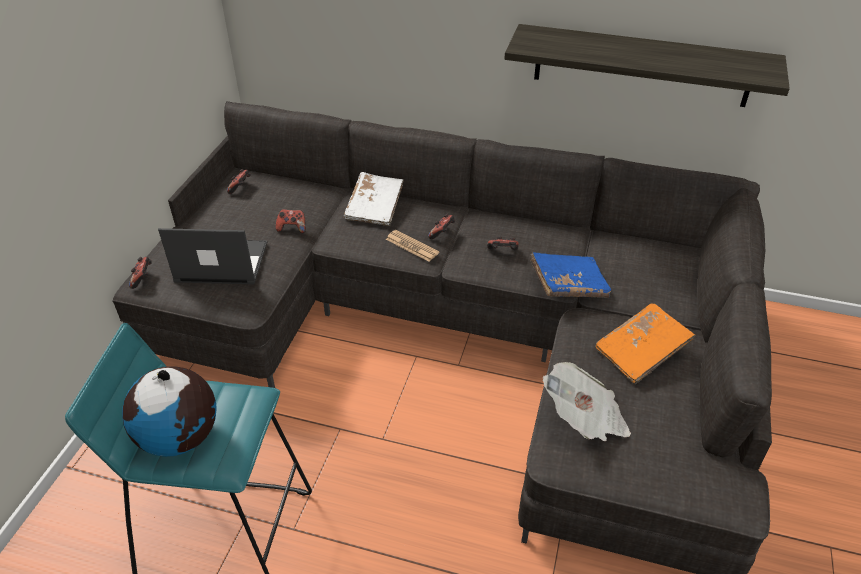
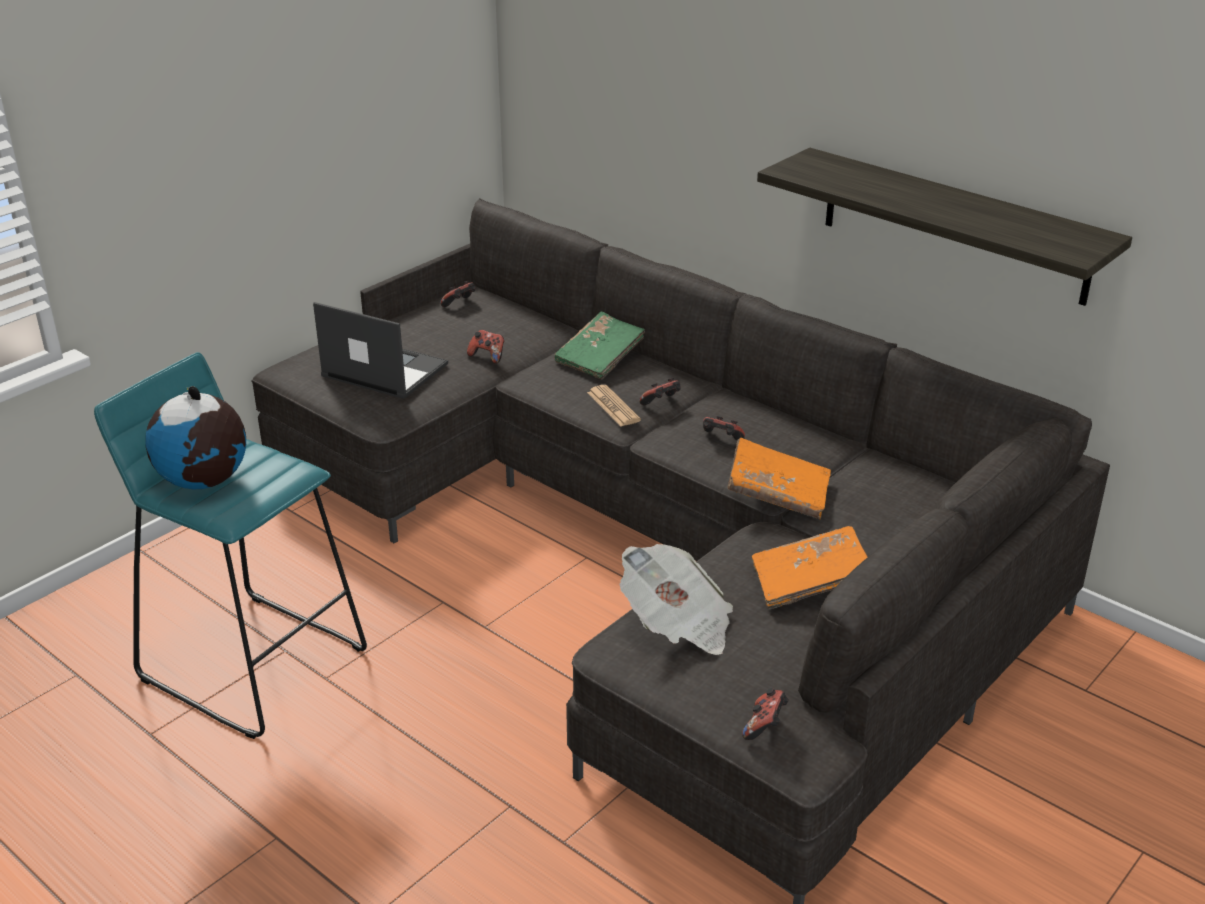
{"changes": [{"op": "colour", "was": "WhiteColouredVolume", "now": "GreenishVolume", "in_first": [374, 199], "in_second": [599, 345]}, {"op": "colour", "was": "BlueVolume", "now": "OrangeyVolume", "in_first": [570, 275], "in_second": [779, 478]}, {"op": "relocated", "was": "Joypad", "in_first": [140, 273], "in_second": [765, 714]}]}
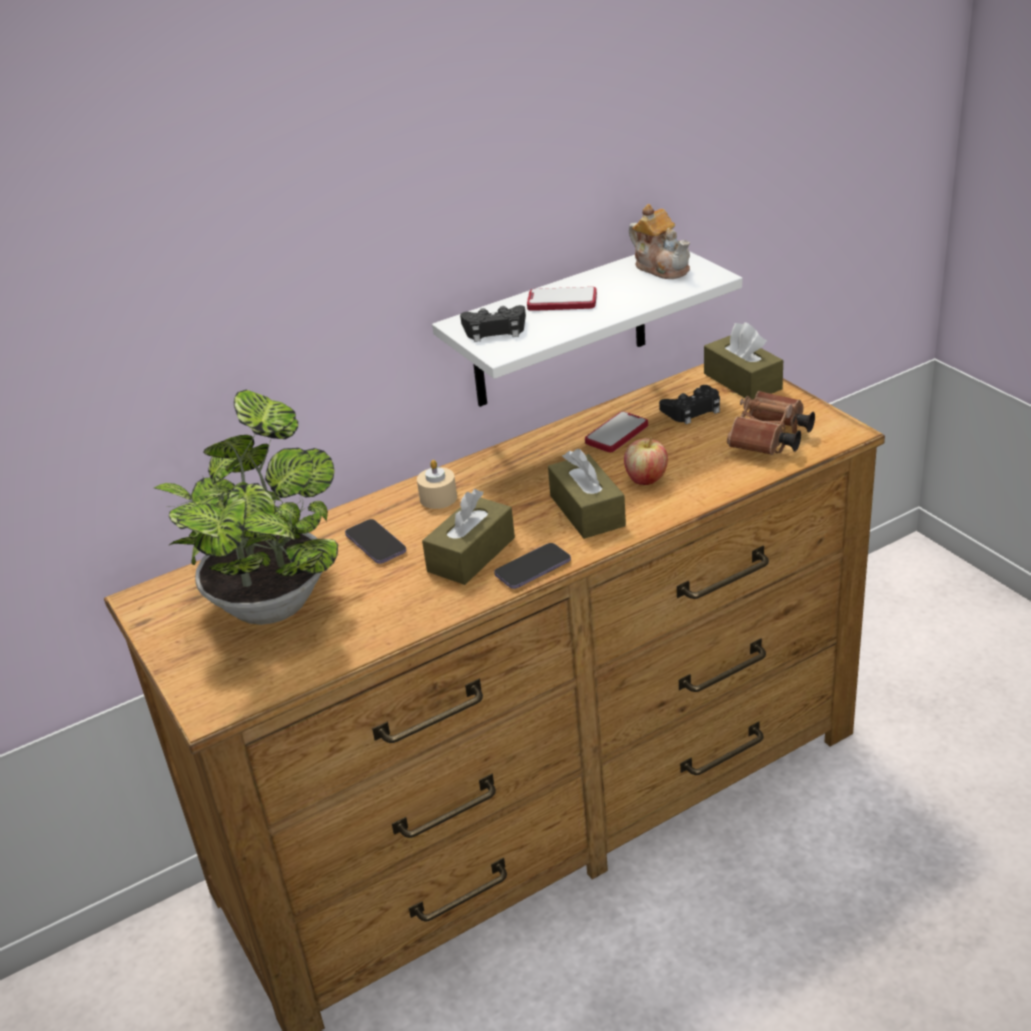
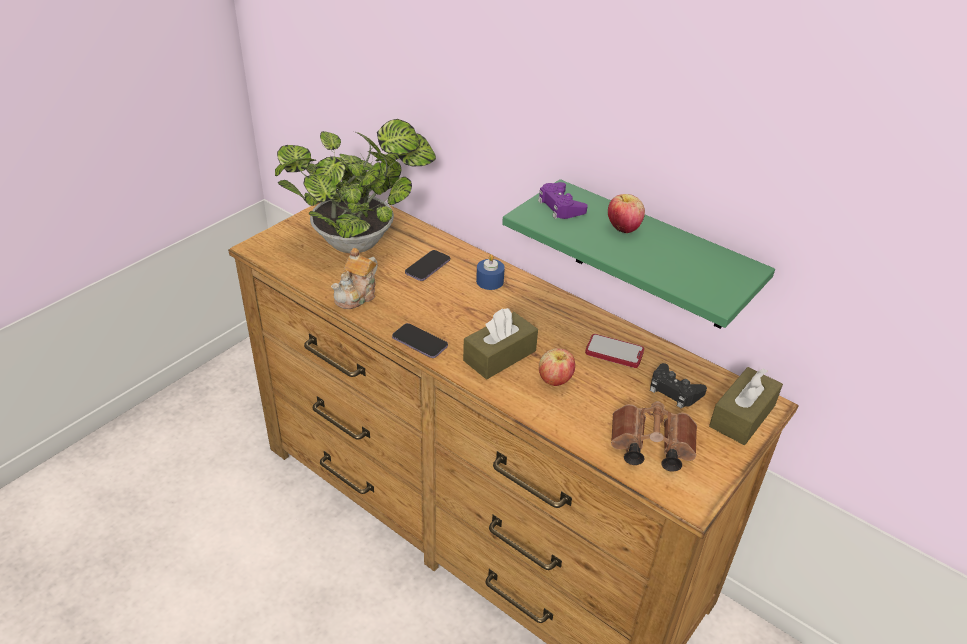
{"changes": [{"op": "relocated", "was": "PotForTea", "in_first": [659, 241], "in_second": [354, 278]}, {"op": "colour", "was": "SandColouredWaxCandle", "now": "BlueWaxCandle", "in_first": [437, 484], "in_second": [490, 272]}, {"op": "colour", "was": "WhiteColouredBracketShelf", "now": "GreenishBracketShelf", "in_first": [587, 329], "in_second": [638, 254]}, {"op": "colour", "was": "BlackJoypad", "now": "PurpleColouredJoypad", "in_first": [493, 323], "in_second": [563, 200]}, {"op": "exchanged", "was": "Phone", "now": "AppleFruit", "in_first": [562, 299], "in_second": [626, 213]}, {"op": "missing", "was": "BrownishTissueBox", "in_first": [468, 537]}]}
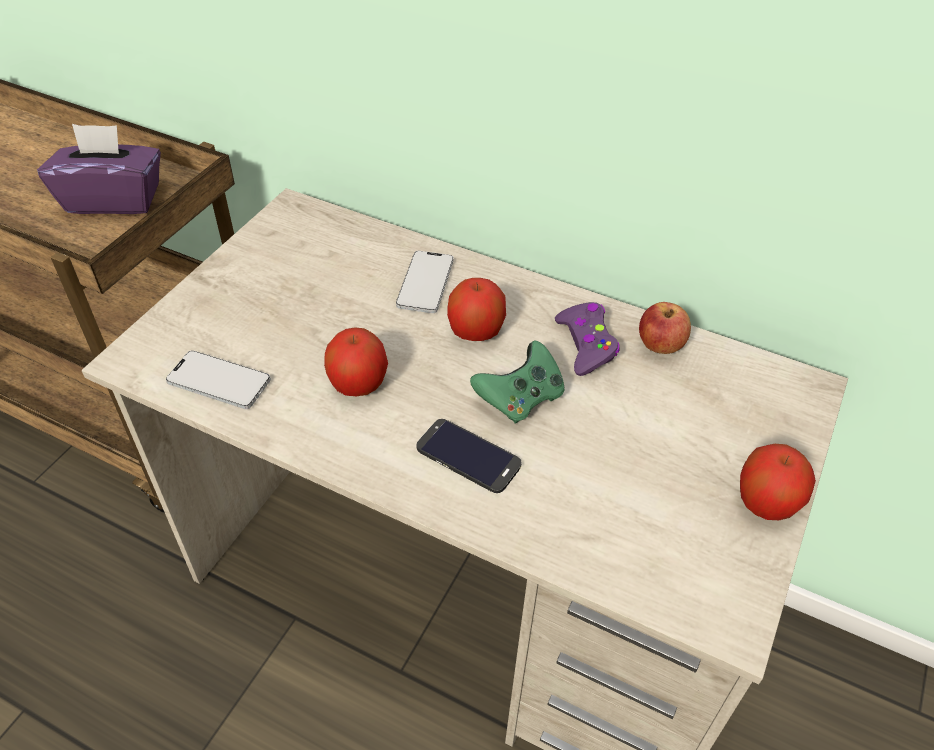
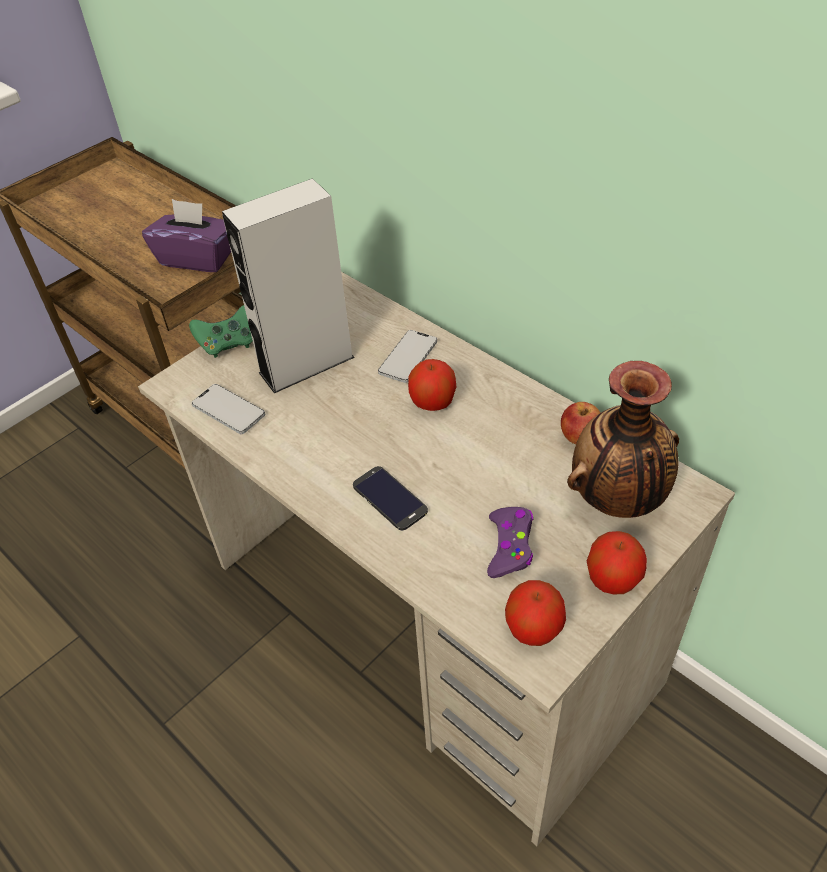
{"changes": [{"op": "relocated", "was": "GreenishJoypad", "in_first": [517, 382], "in_second": [221, 331]}, {"op": "appeared", "now": "GreyAudioSpeaker", "in_second": [288, 285]}, {"op": "relocated", "was": "PurpleColouredJoypad", "in_first": [587, 339], "in_second": [510, 542]}, {"op": "relocated", "was": "AppleFruit", "in_first": [356, 362], "in_second": [535, 613]}, {"op": "appeared", "now": "FlowerVase", "in_second": [623, 439]}]}
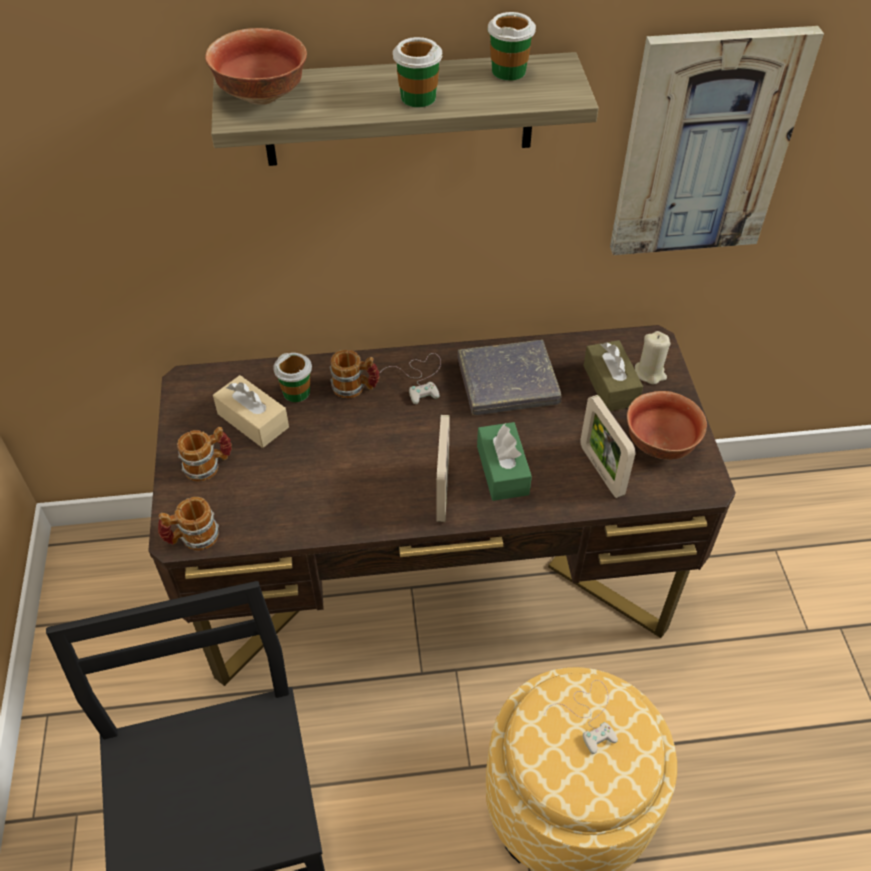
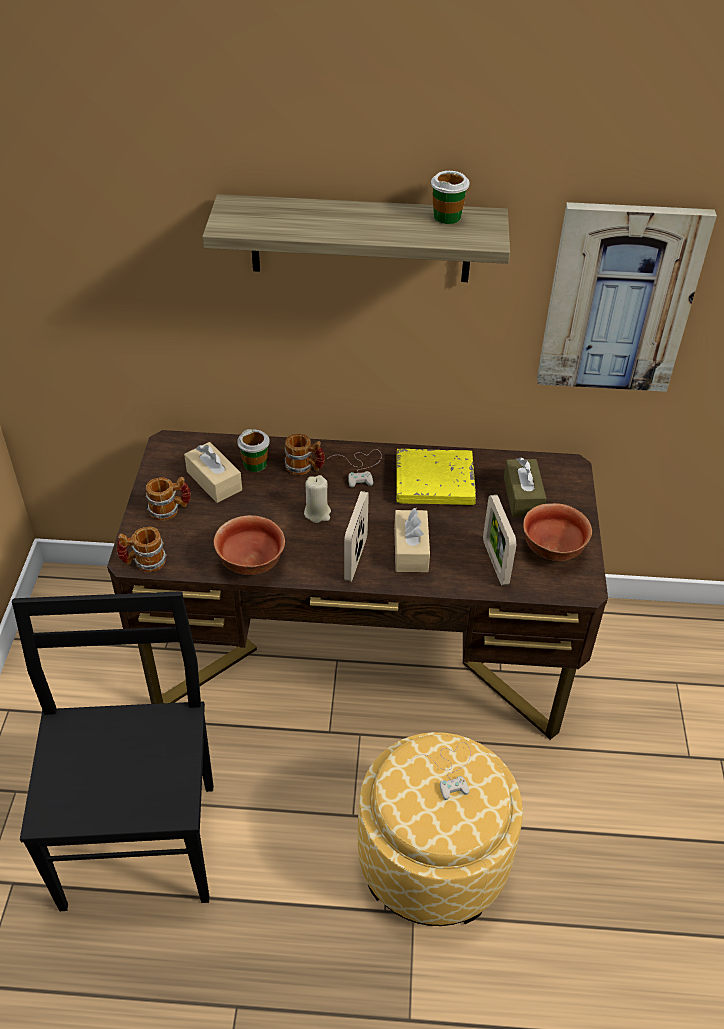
{"changes": [{"op": "relocated", "was": "Bowl", "in_first": [256, 66], "in_second": [249, 545]}, {"op": "relocated", "was": "SandColouredWaxCandle", "in_first": [652, 358], "in_second": [317, 499]}, {"op": "colour", "was": "GreenishTissueBox", "now": "SandColouredTissueBox", "in_first": [504, 461], "in_second": [412, 540]}, {"op": "colour", "was": "GreyVolume", "now": "YellowColouredVolume", "in_first": [510, 377], "in_second": [436, 477]}, {"op": "missing", "was": "Cup", "in_first": [417, 72]}]}
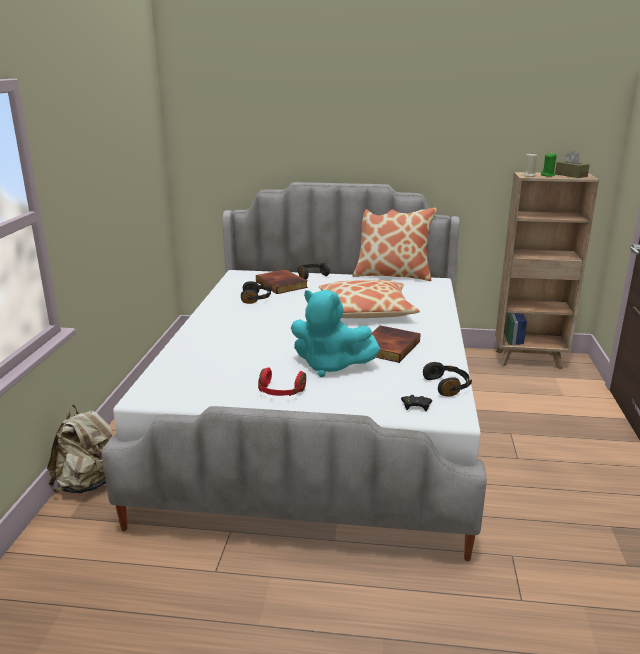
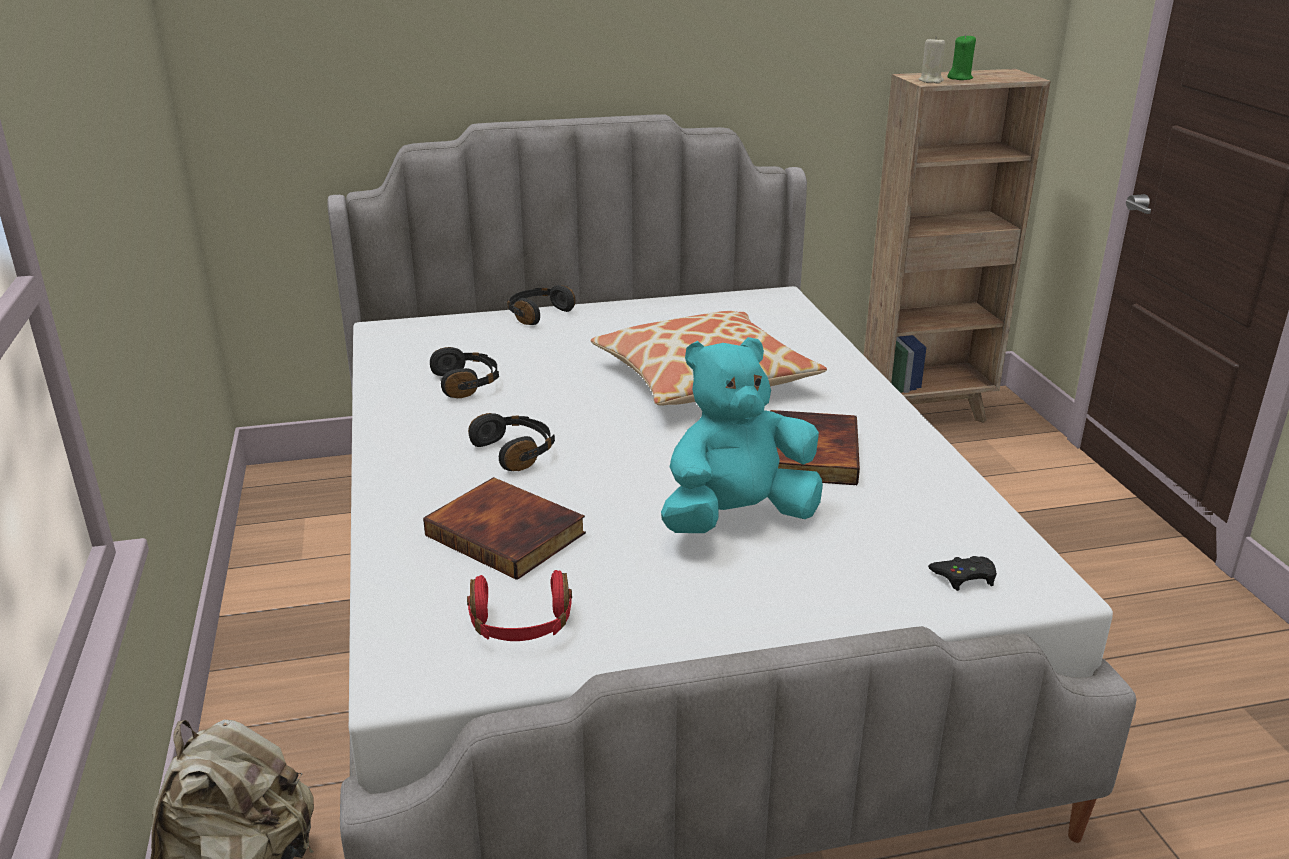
{"changes": [{"op": "relocated", "was": "Volume", "in_first": [282, 281], "in_second": [504, 528]}, {"op": "relocated", "was": "RedPairOfHeadphones", "in_first": [282, 381], "in_second": [519, 605]}, {"op": "relocated", "was": "BlackPairOfHeadphones", "in_first": [447, 379], "in_second": [511, 442]}, {"op": "spun", "was": "TurquoiseColouredPlushToy", "in_first": [335, 333], "in_second": [742, 435], "clockwise": 150}, {"op": "missing", "was": "ThrowPillow", "in_first": [394, 244]}, {"op": "missing", "was": "BrownishTissueBox", "in_first": [572, 164]}]}
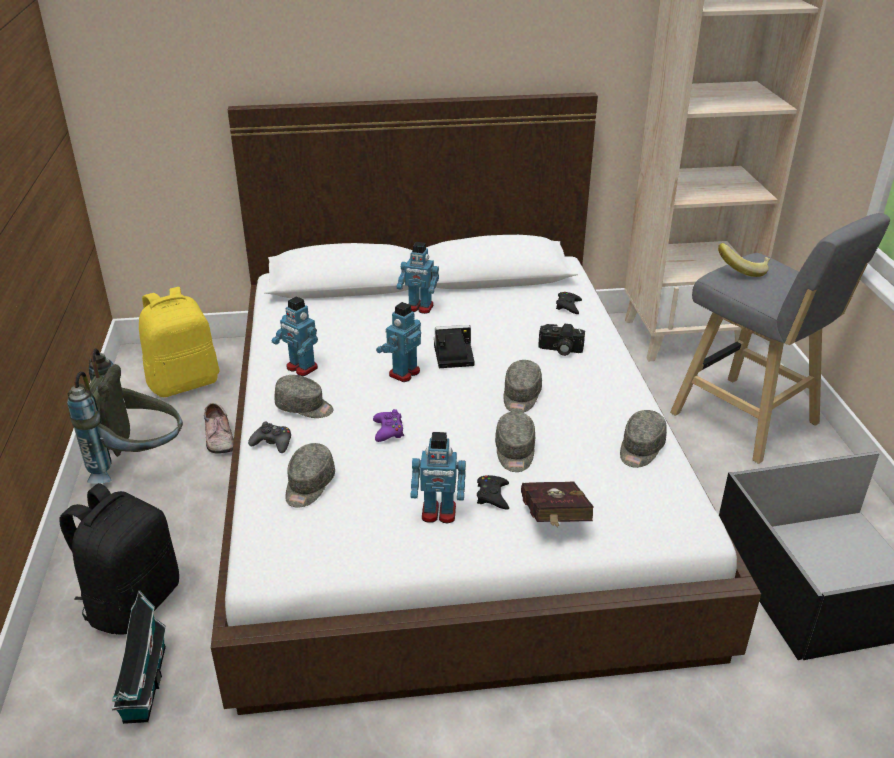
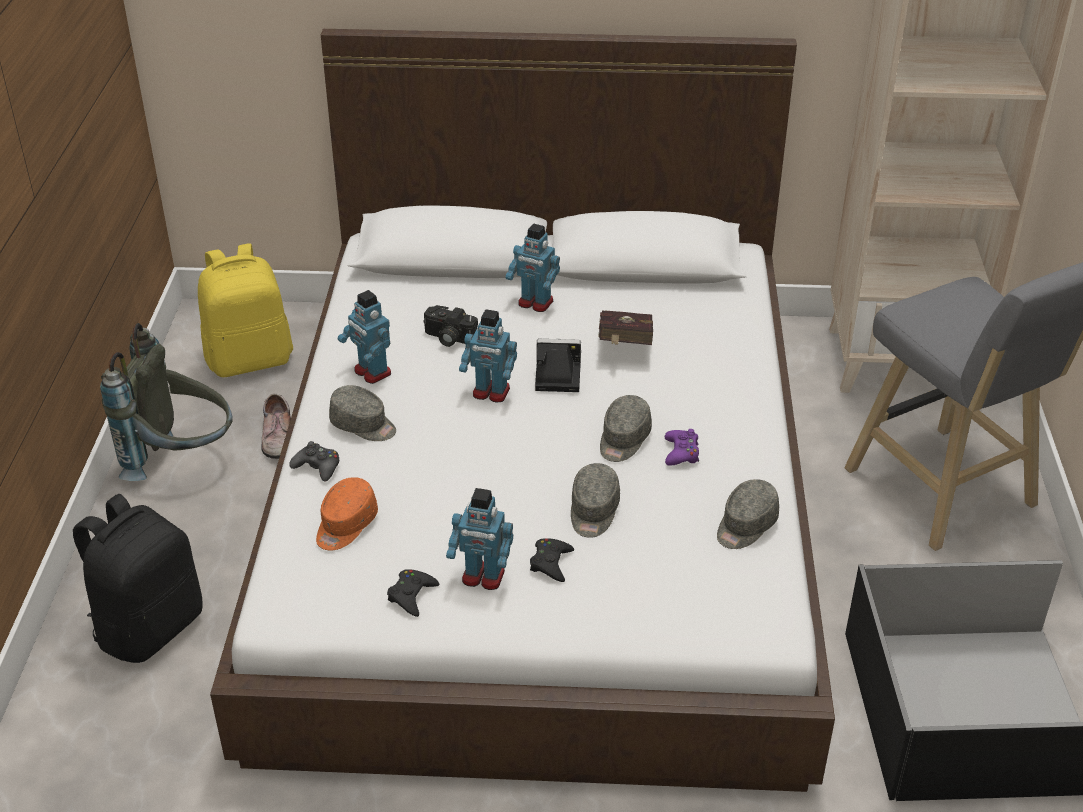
{"changes": [{"op": "colour", "was": "GreyPeakedCap", "now": "OrangeyPeakedCap", "in_first": [310, 475], "in_second": [347, 514]}, {"op": "relocated", "was": "BlackJoypad", "in_first": [569, 303], "in_second": [413, 593]}, {"op": "relocated", "was": "StillCamera", "in_first": [561, 340], "in_second": [450, 326]}, {"op": "spun", "was": "ToyRobot", "in_first": [398, 342], "in_second": [488, 356], "clockwise": -120}, {"op": "relocated", "was": "RedVolume", "in_first": [557, 504], "in_second": [625, 327]}, {"op": "relocated", "was": "PurpleColouredJoypad", "in_first": [388, 425], "in_second": [682, 447]}, {"op": "missing", "was": "ModelHouse", "in_first": [139, 657]}, {"op": "missing", "was": "Banana", "in_first": [744, 260]}]}
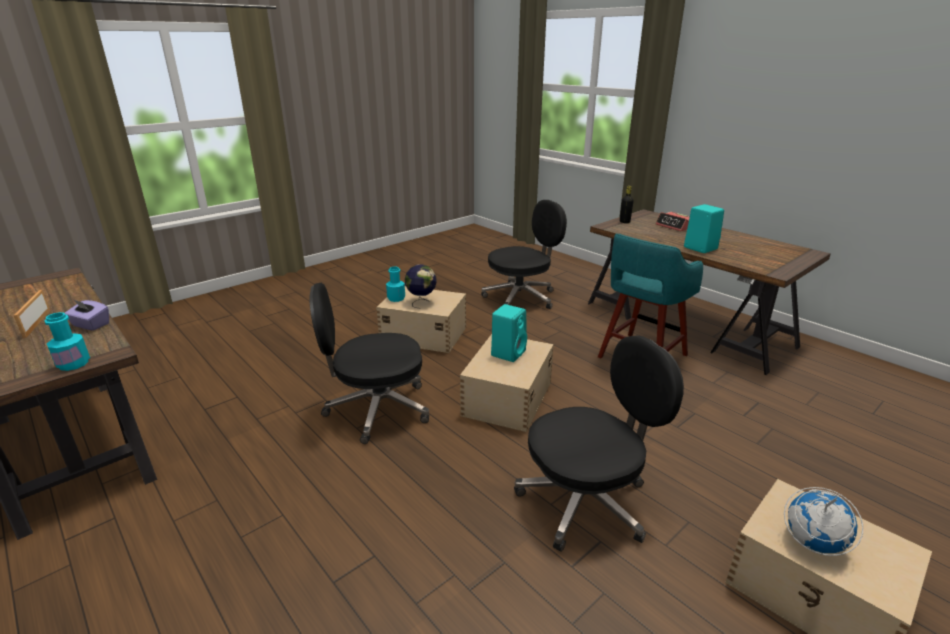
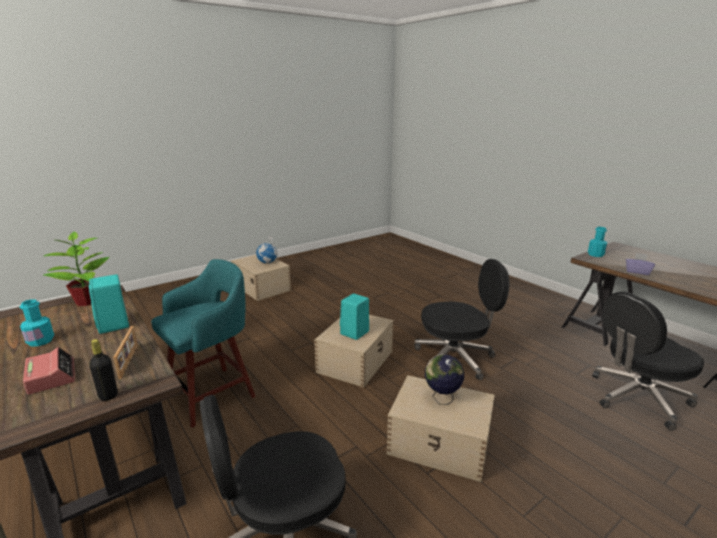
{"changes": [{"op": "relocated", "was": "TurquoiseColouredDrinkBottle", "in_first": [395, 284], "in_second": [37, 323]}, {"op": "appeared", "now": "Houseplant", "in_second": [76, 269]}, {"op": "relocated", "was": "StandingFrame", "in_first": [32, 314], "in_second": [125, 352]}, {"op": "relocated", "was": "BlackOfficeChair", "in_first": [599, 443], "in_second": [648, 361]}]}
